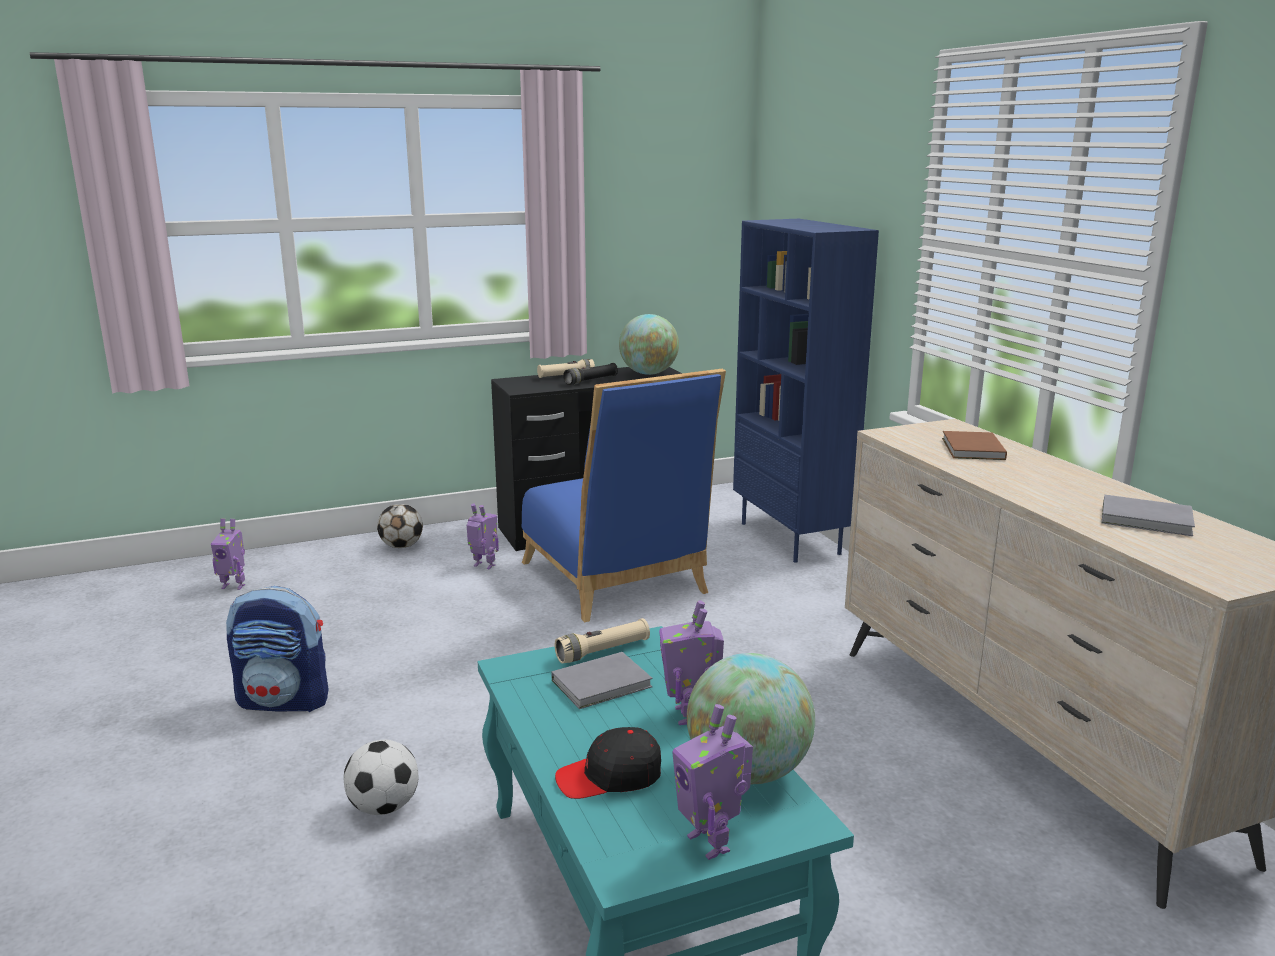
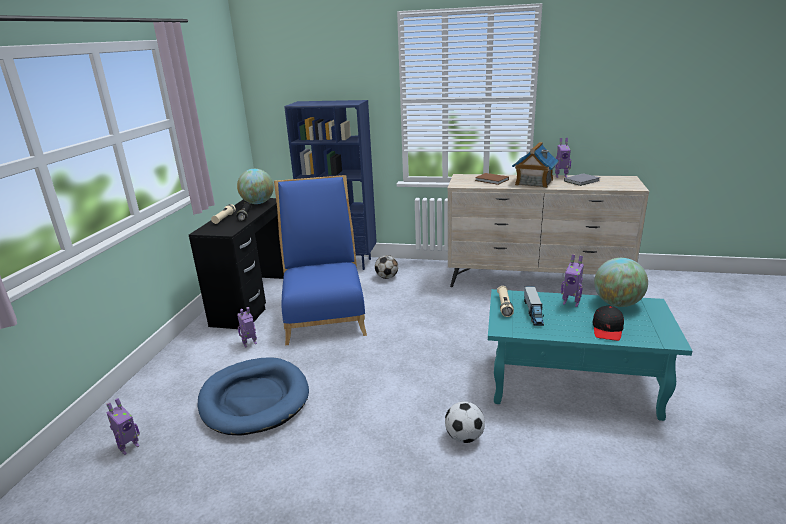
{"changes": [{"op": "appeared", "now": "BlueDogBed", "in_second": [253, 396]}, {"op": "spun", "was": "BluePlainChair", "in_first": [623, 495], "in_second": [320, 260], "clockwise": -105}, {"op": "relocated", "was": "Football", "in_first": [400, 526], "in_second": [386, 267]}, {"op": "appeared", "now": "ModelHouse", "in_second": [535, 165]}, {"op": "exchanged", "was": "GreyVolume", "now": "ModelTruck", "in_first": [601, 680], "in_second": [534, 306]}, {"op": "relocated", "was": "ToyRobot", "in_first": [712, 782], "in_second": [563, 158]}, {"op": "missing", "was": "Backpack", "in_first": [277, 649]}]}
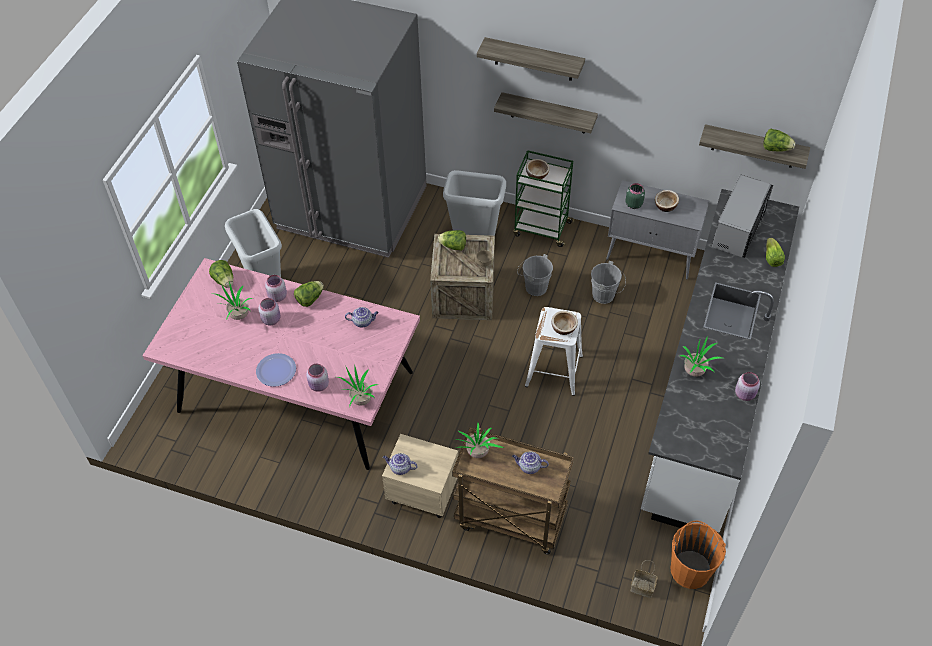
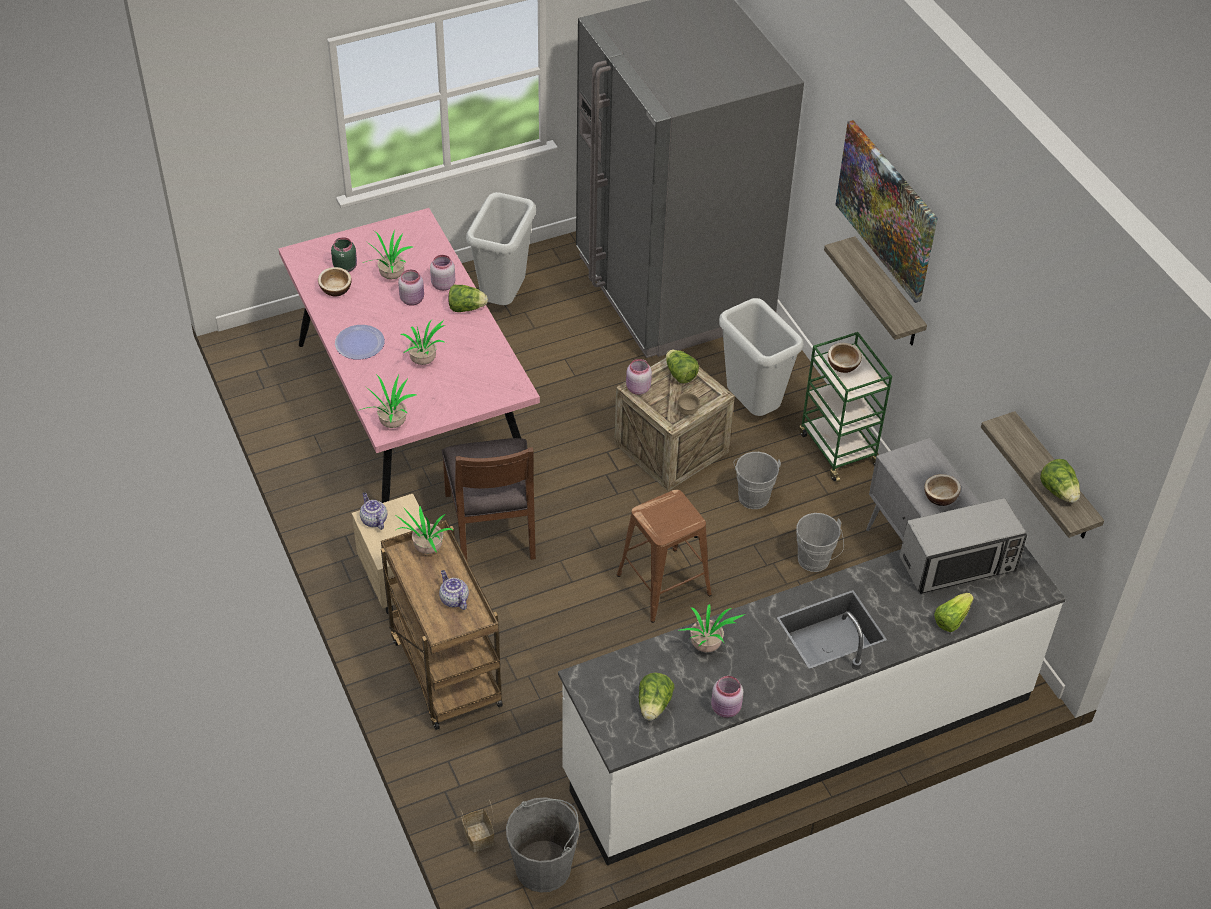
{"changes": [{"op": "relocated", "was": "Bowl", "in_first": [564, 323], "in_second": [335, 282]}, {"op": "relocated", "was": "GreenishPreserveJar", "in_first": [635, 196], "in_second": [344, 254]}, {"op": "appeared", "now": "Houseplant", "in_second": [423, 342]}, {"op": "appeared", "now": "BrownishPlainChair", "in_second": [488, 499]}, {"op": "colour", "was": "OrangeyPail", "now": "GreyPail", "in_first": [698, 554], "in_second": [543, 845]}, {"op": "colour", "was": "WhiteColouredStoolSeat", "now": "BrownishStoolSeat", "in_first": [554, 351], "in_second": [664, 556]}, {"op": "relocated", "was": "PinkPreserveJar", "in_first": [317, 378], "in_second": [639, 377]}, {"op": "relocated", "was": "LettuceHead", "in_first": [221, 274], "in_second": [656, 697]}, {"op": "exchanged", "was": "BracketShelf", "now": "WallPicture", "in_first": [531, 59], "in_second": [886, 211]}, {"op": "missing", "was": "PotForTea", "in_first": [361, 317]}]}
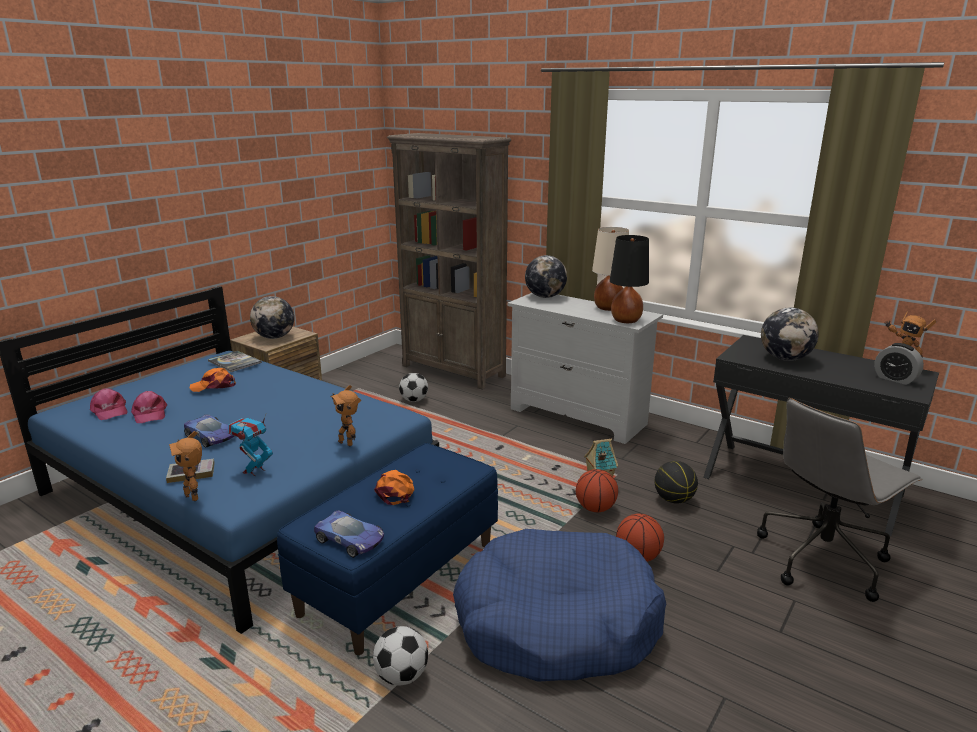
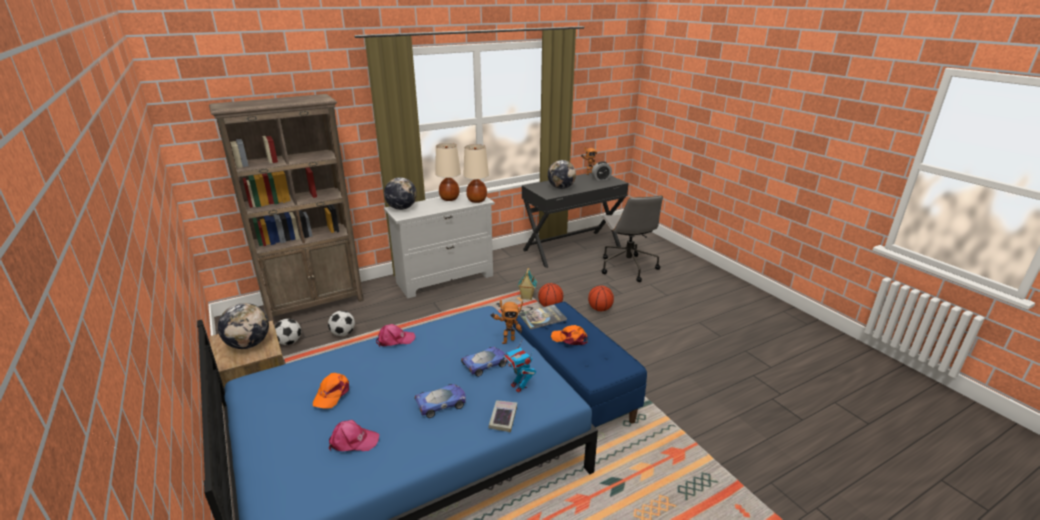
{"changes": [{"op": "relocated", "was": "Football", "in_first": [400, 656], "in_second": [287, 332]}, {"op": "relocated", "was": "PinkPeakedCap", "in_first": [108, 404], "in_second": [395, 336]}, {"op": "relocated", "was": "ToyCar", "in_first": [349, 534], "in_second": [484, 362]}, {"op": "colour", "was": "BlackLampForATable", "now": "SandColouredLampForATable", "in_first": [629, 279], "in_second": [476, 173]}, {"op": "relocated", "was": "Volume", "in_first": [235, 361], "in_second": [543, 317]}, {"op": "missing", "was": "ToyRobot", "in_first": [185, 466]}, {"op": "missing", "was": "BlueDogBed", "in_first": [559, 605]}, {"op": "missing", "was": "BasketballBall", "in_first": [676, 482]}]}
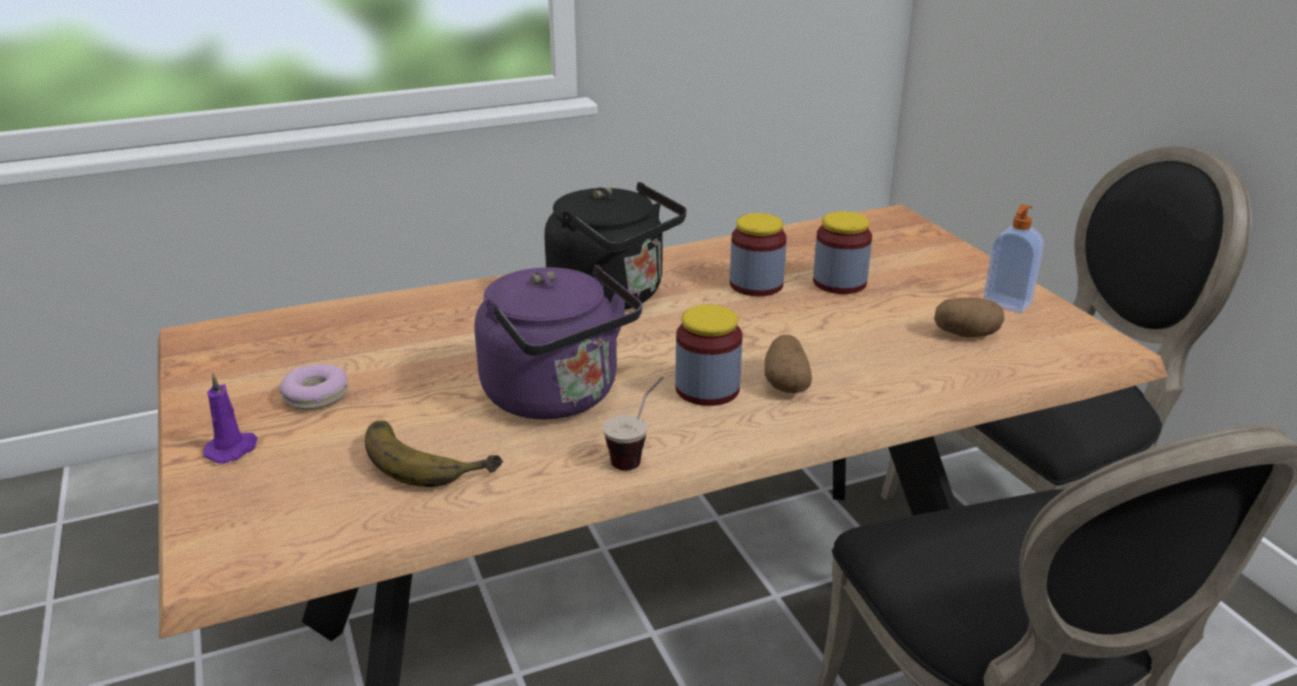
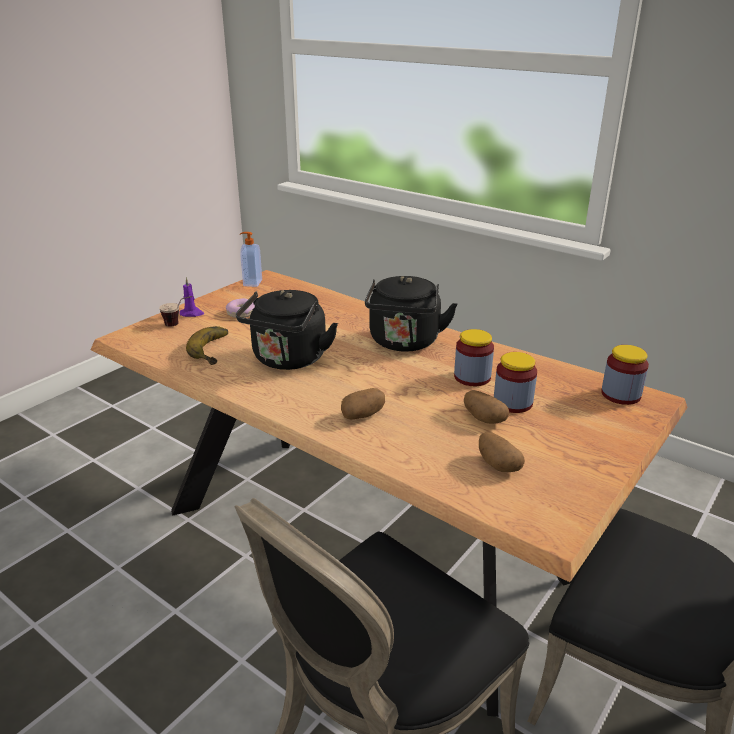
{"changes": [{"op": "relocated", "was": "Cup", "in_first": [633, 423], "in_second": [175, 311]}, {"op": "colour", "was": "PurpleColouredKettle", "now": "BlackKettle", "in_first": [558, 342], "in_second": [287, 330]}, {"op": "relocated", "was": "LiquidSoapBottle", "in_first": [1013, 258], "in_second": [251, 259]}, {"op": "appeared", "now": "Spud", "in_second": [487, 407]}, {"op": "relocated", "was": "PreserveJar", "in_first": [708, 355], "in_second": [625, 375]}]}
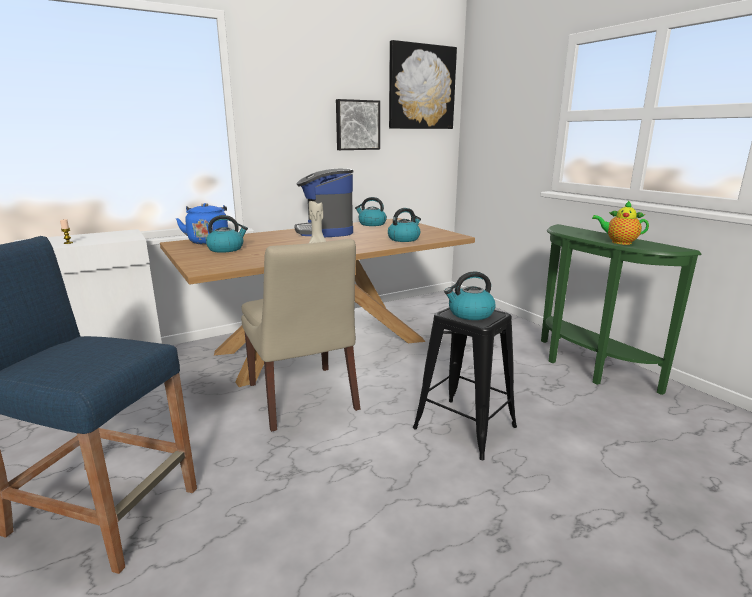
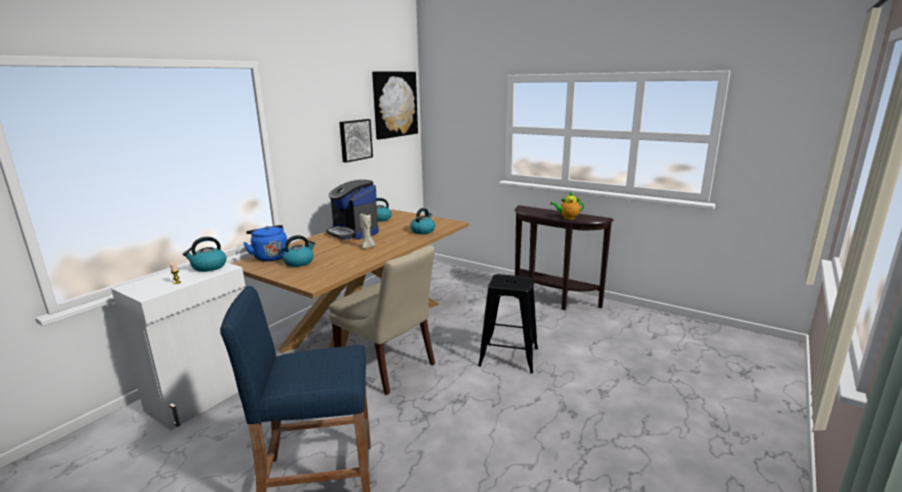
{"changes": [{"op": "relocated", "was": "Kettle", "in_first": [470, 296], "in_second": [204, 254]}, {"op": "colour", "was": "GreenishConsoleTable", "now": "BrownishConsoleTable", "in_first": [621, 309], "in_second": [564, 257]}]}
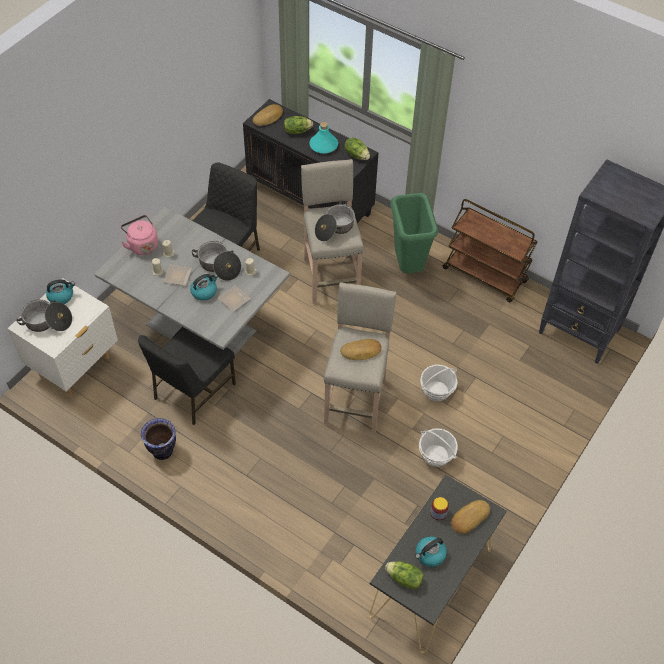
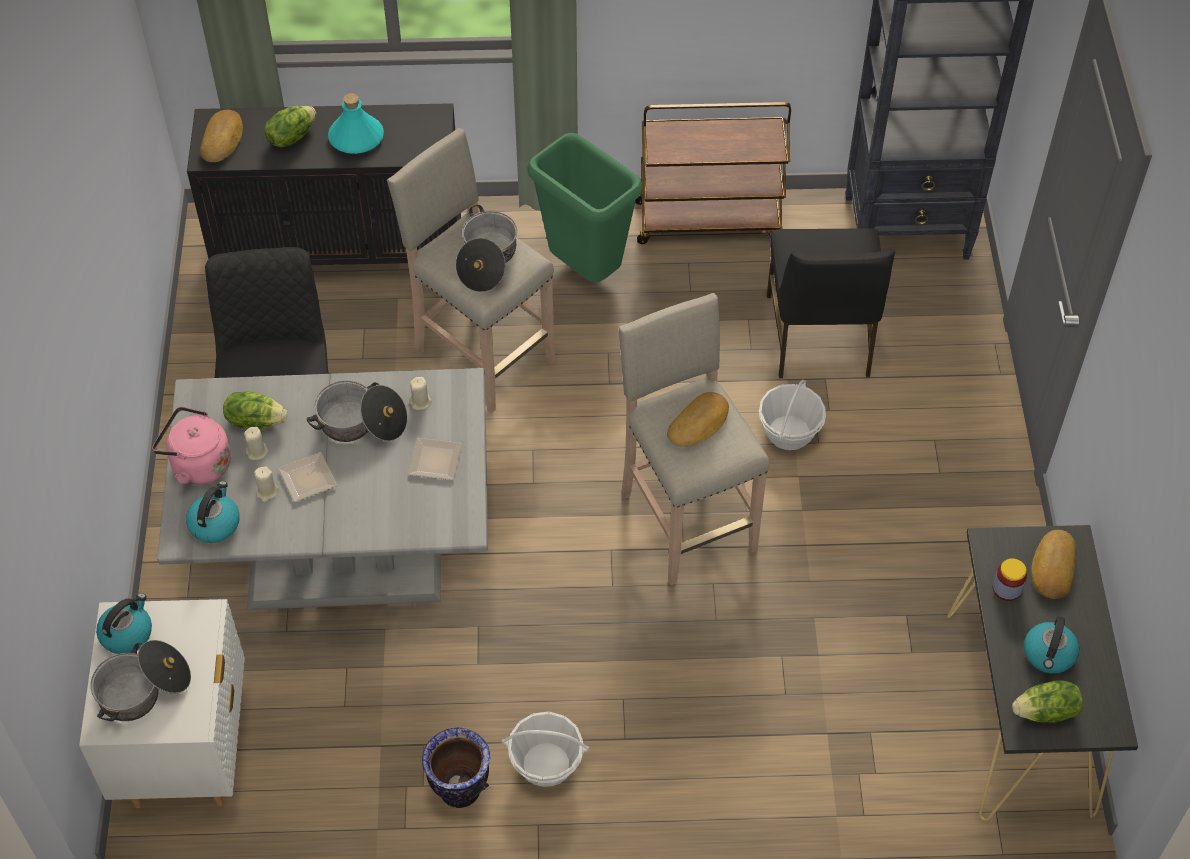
{"changes": [{"op": "relocated", "was": "Kettle", "in_first": [204, 287], "in_second": [213, 512]}, {"op": "relocated", "was": "LettuceHead", "in_first": [357, 148], "in_second": [255, 410]}, {"op": "relocated", "was": "Basket", "in_first": [438, 447], "in_second": [545, 749]}, {"op": "relocated", "was": "BlackPlainChair", "in_first": [187, 376], "in_second": [831, 303]}]}
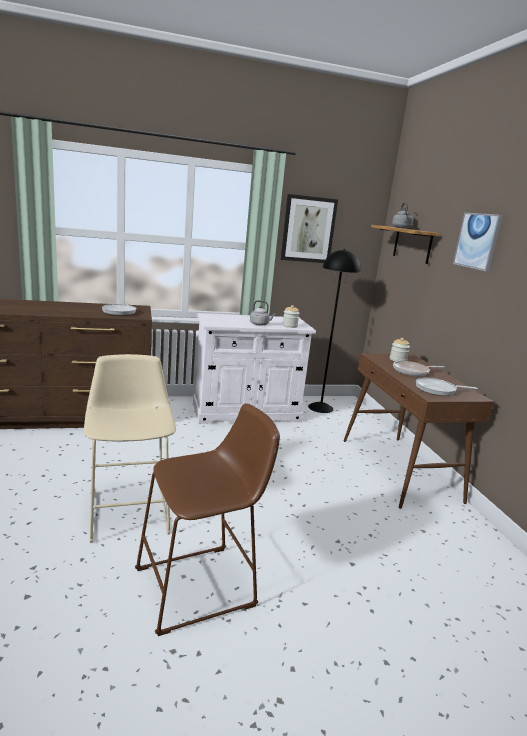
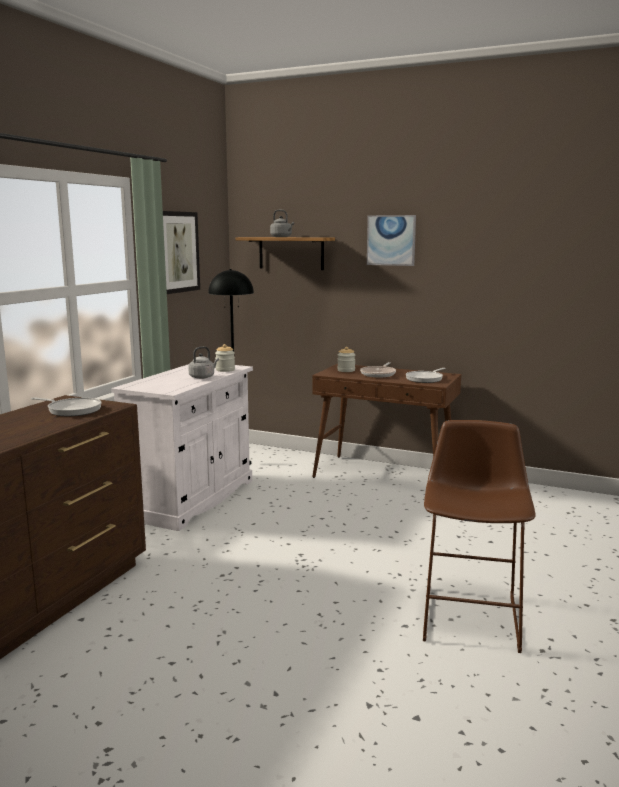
{"changes": [{"op": "missing", "was": "SandColouredStoolSeat", "in_first": [130, 448]}]}
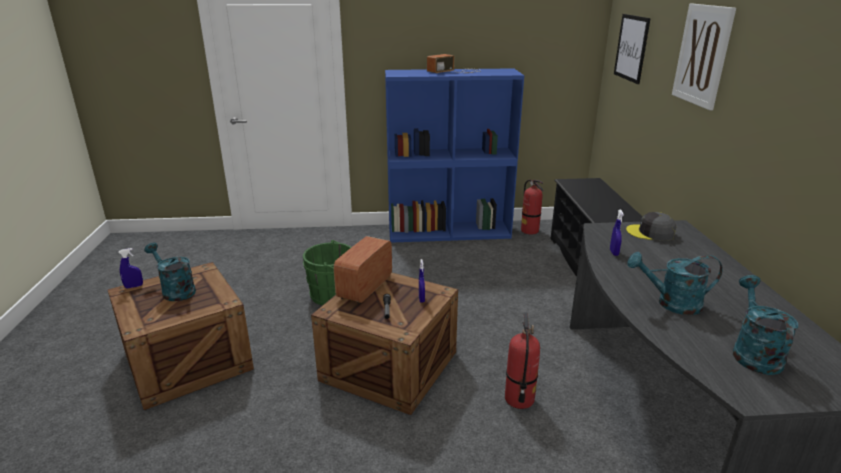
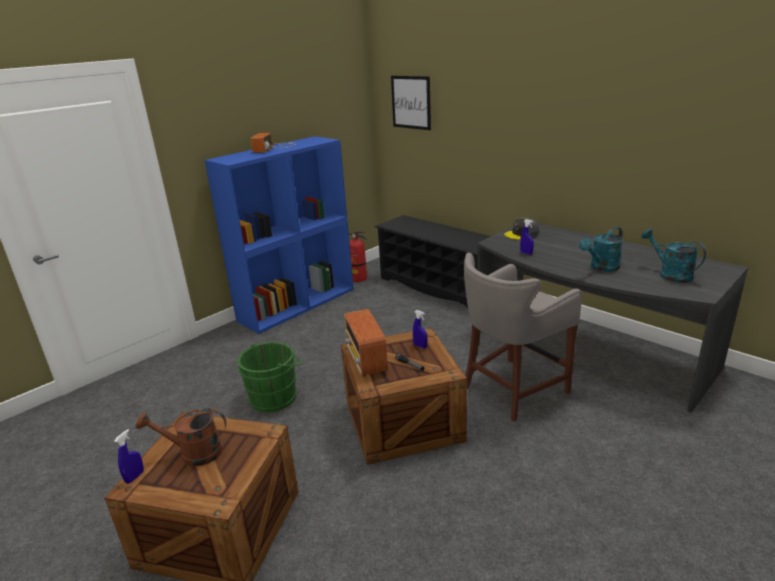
{"changes": [{"op": "colour", "was": "TurquoiseColouredWateringPot", "now": "BrownishWateringPot", "in_first": [170, 271], "in_second": [181, 437]}, {"op": "exchanged", "was": "FireExtinguisher", "now": "GreyStoolSeat", "in_first": [522, 360], "in_second": [523, 337]}, {"op": "missing", "was": "WallPicture", "in_first": [704, 56]}]}
